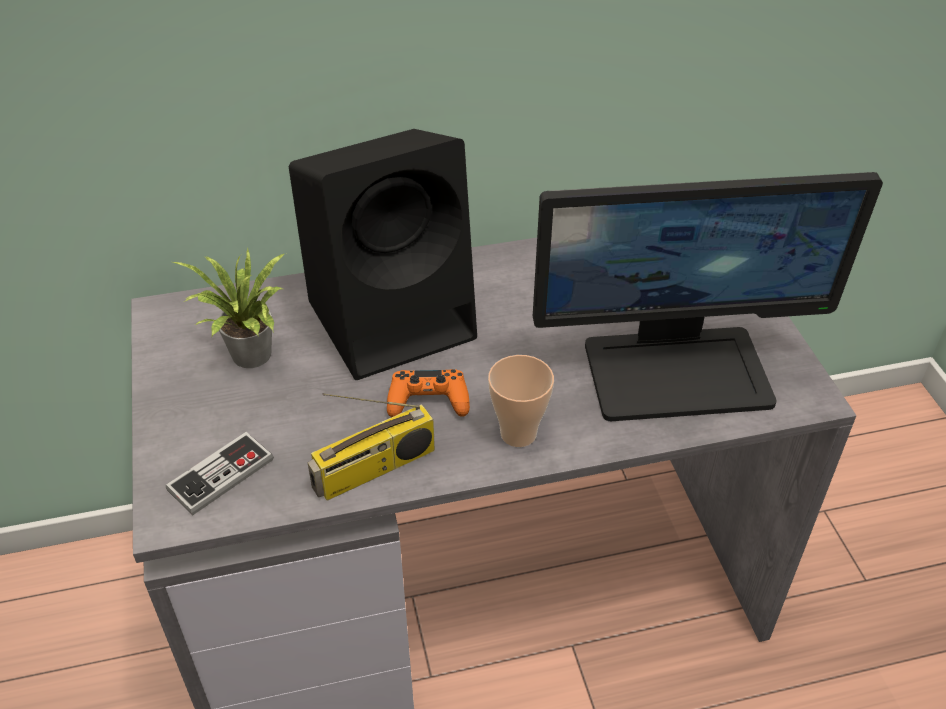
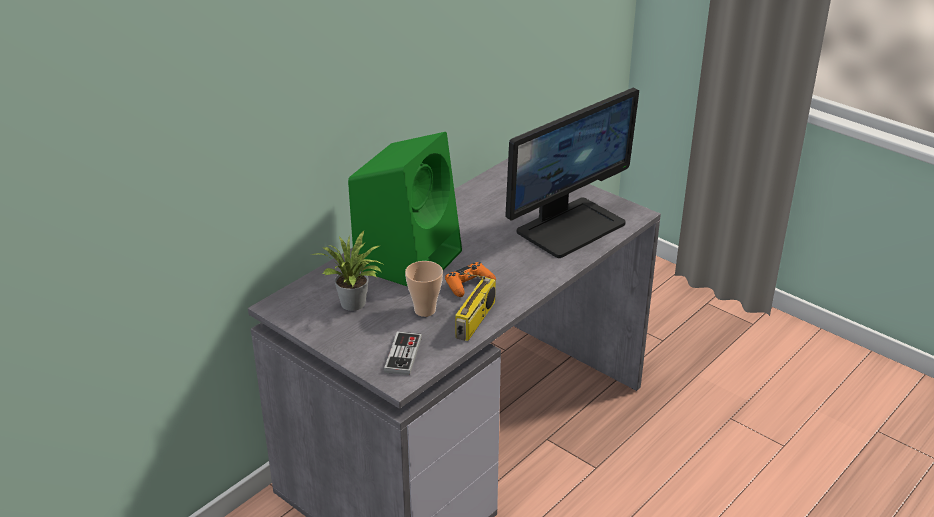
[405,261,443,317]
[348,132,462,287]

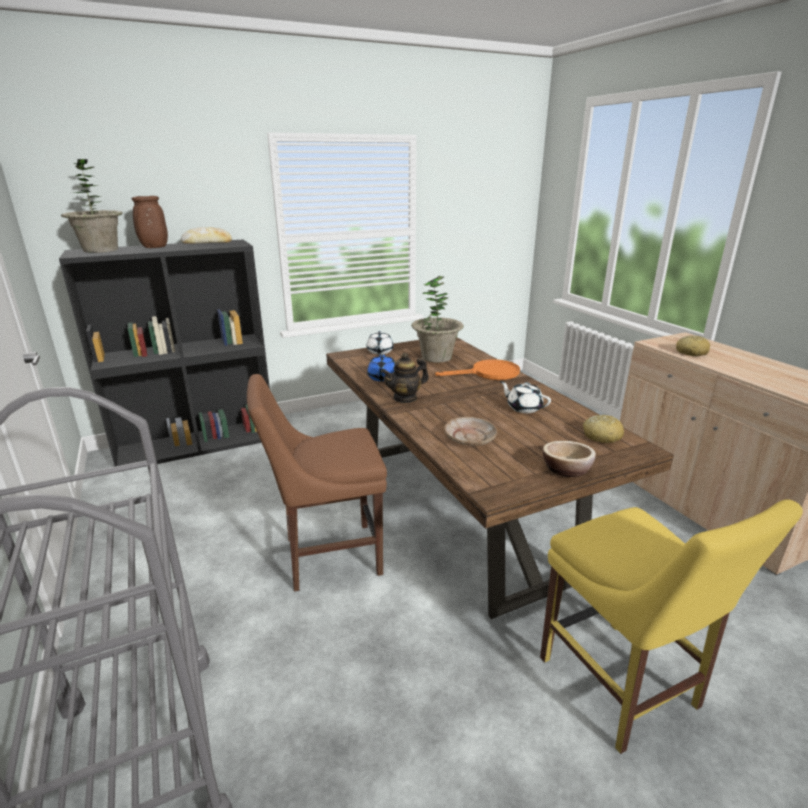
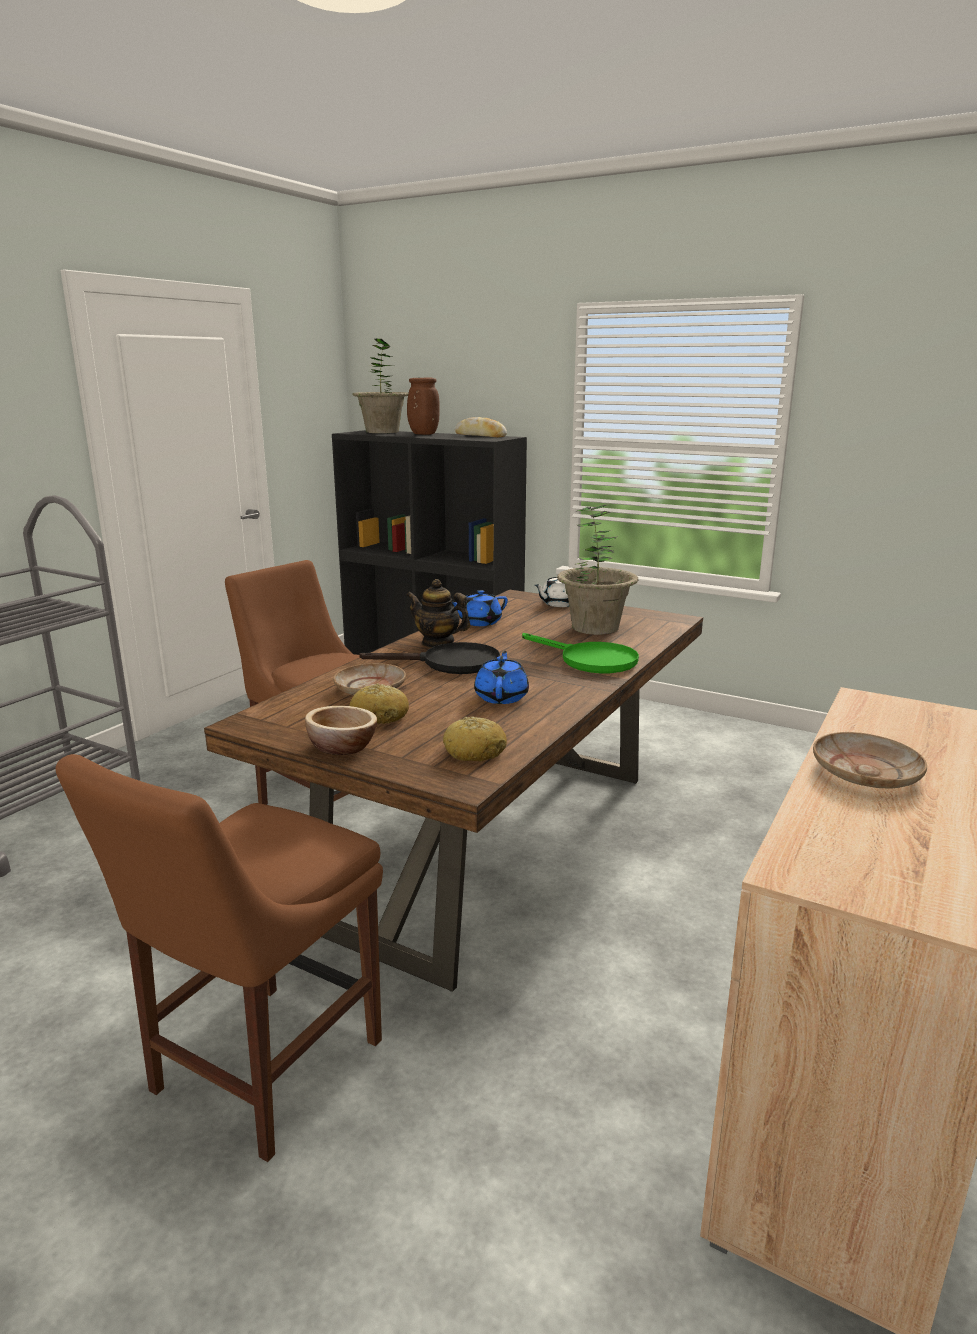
[359,642,500,674]
[813,732,927,789]
[350,683,409,724]
[522,633,639,674]
[474,651,529,704]
[55,754,383,1162]

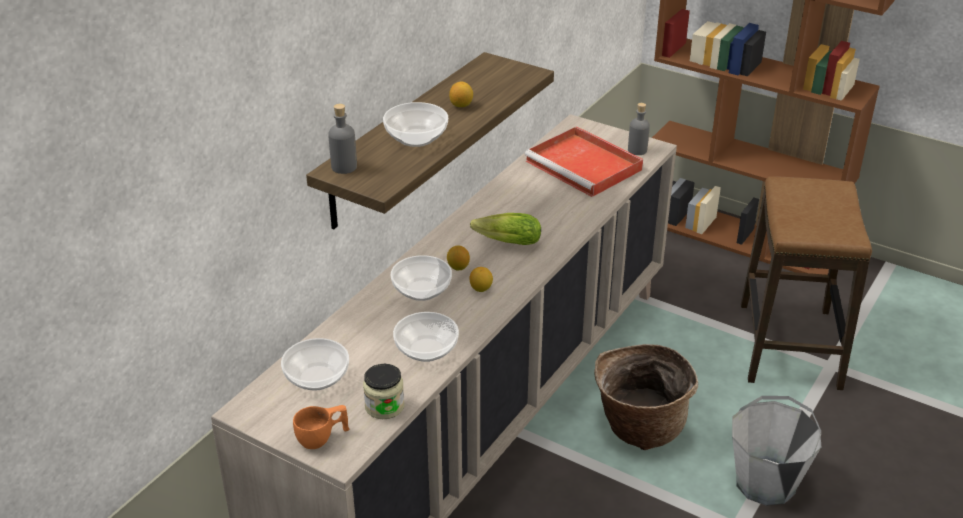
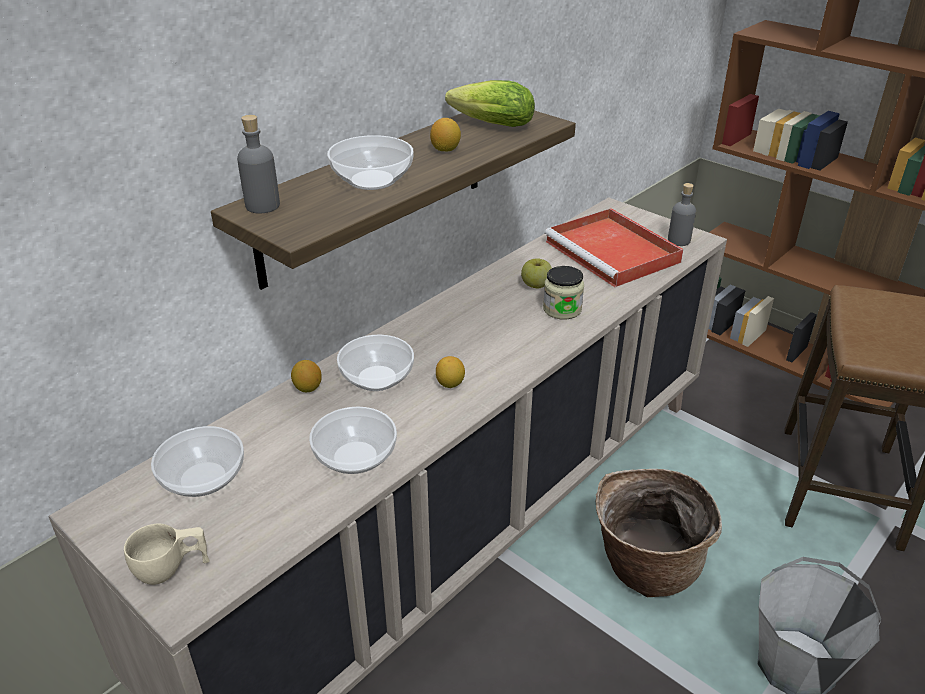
[521,258,552,288]
[543,266,584,320]
[291,360,322,392]
[445,80,535,127]
[124,523,210,585]

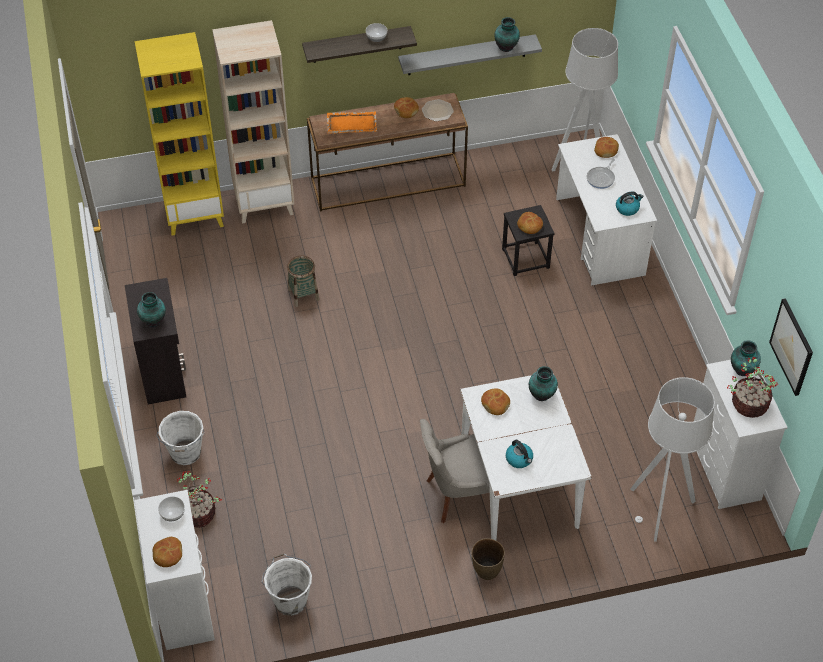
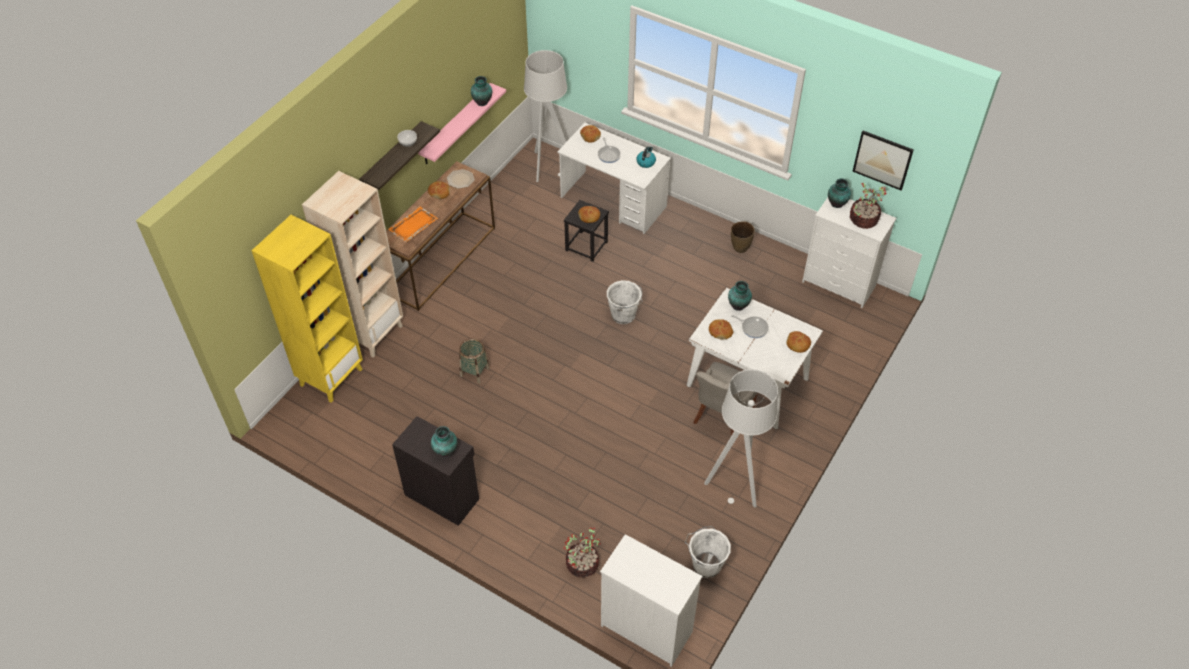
[158,496,185,521] (first image)
[506,440,533,468] (first image)
[731,315,769,338]
[786,331,811,353]
[607,280,643,324]
[731,221,755,253]
[704,369,778,507]
[418,83,506,165]

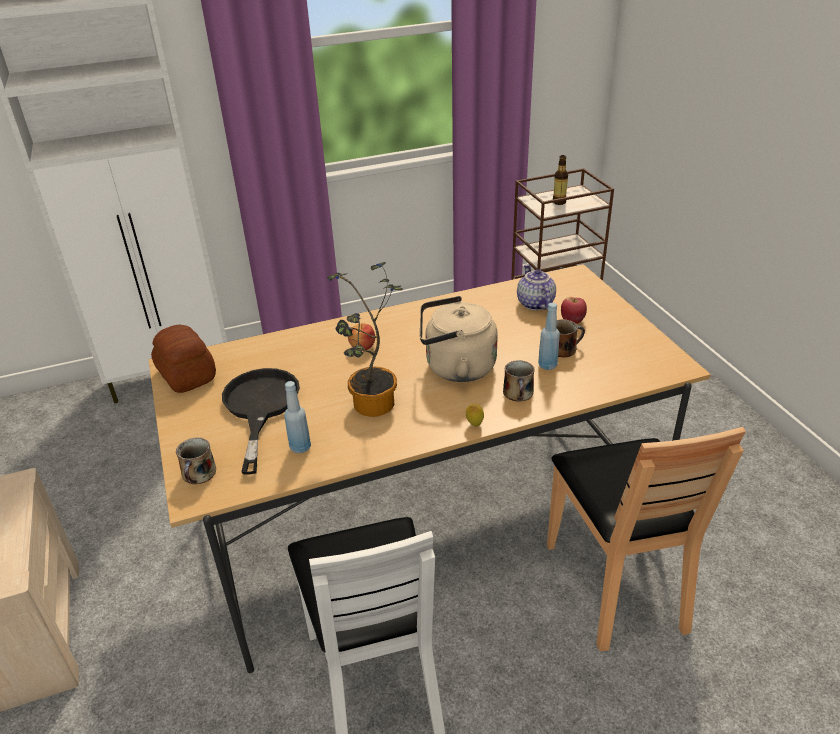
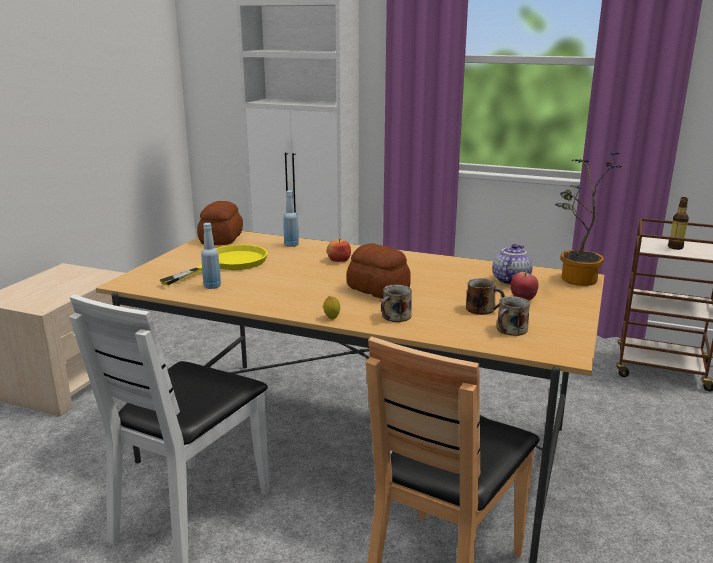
[497,296,530,336]
[555,152,622,286]
[283,190,299,247]
[347,243,411,299]
[160,245,268,286]

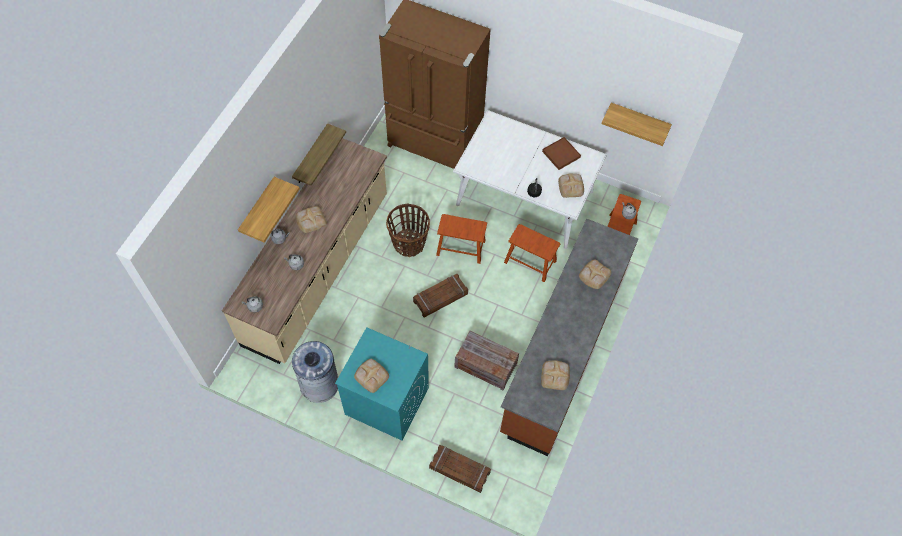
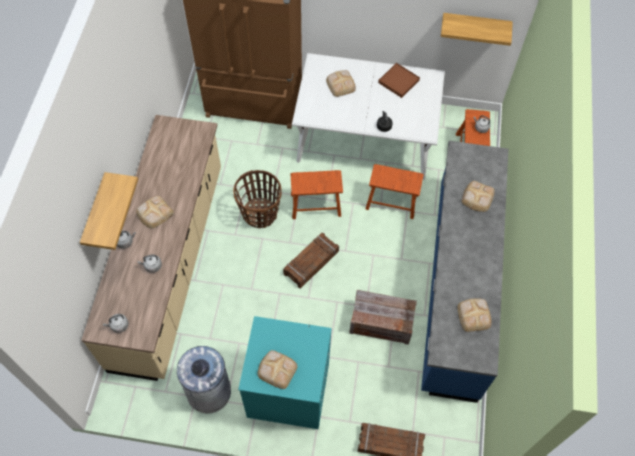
[292,123,346,186] (first image)
[326,70,356,97]
[421,141,508,403]

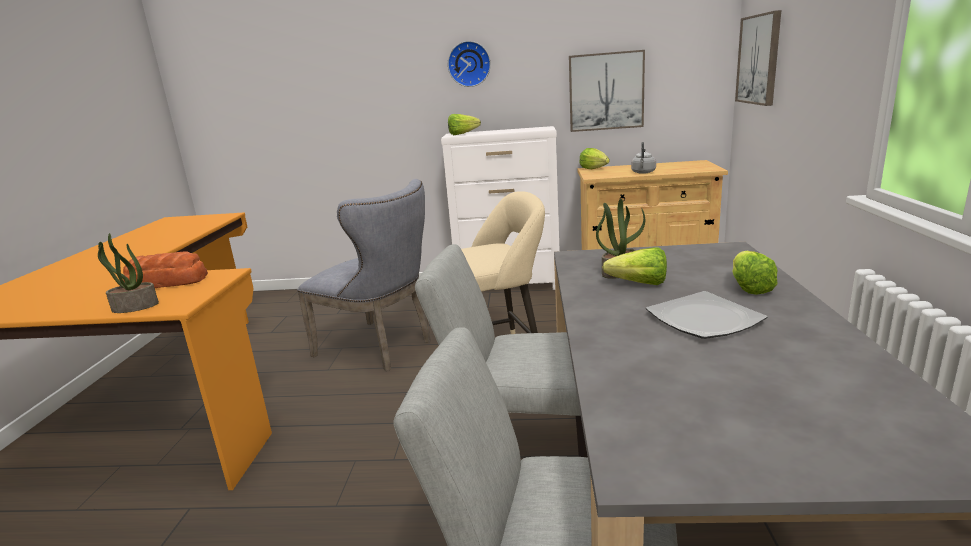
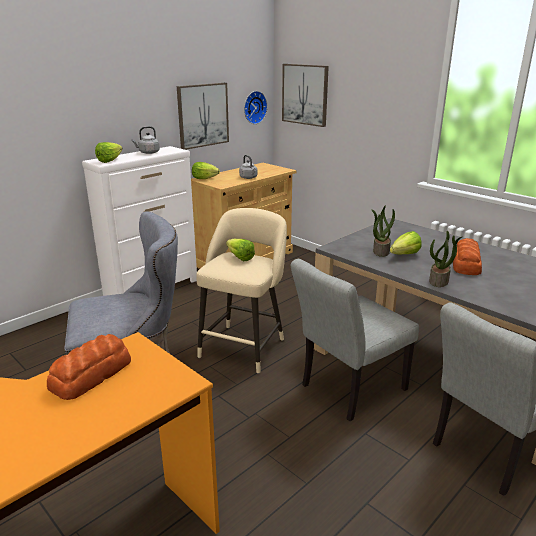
[131,126,160,154]
[429,231,463,287]
[244,91,267,124]
[226,239,255,261]
[453,238,482,275]

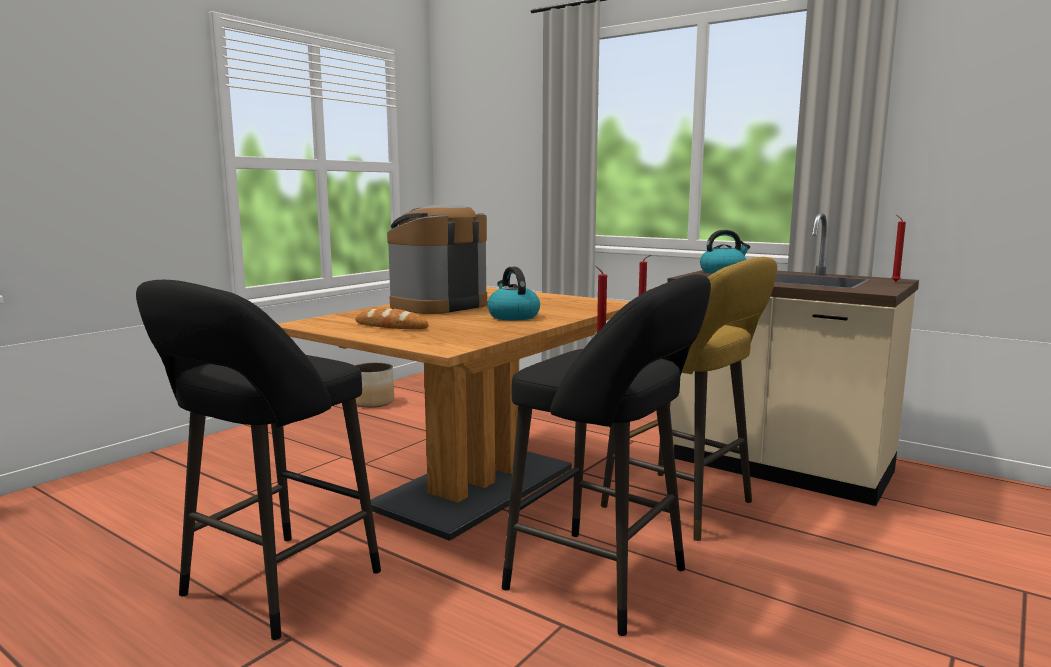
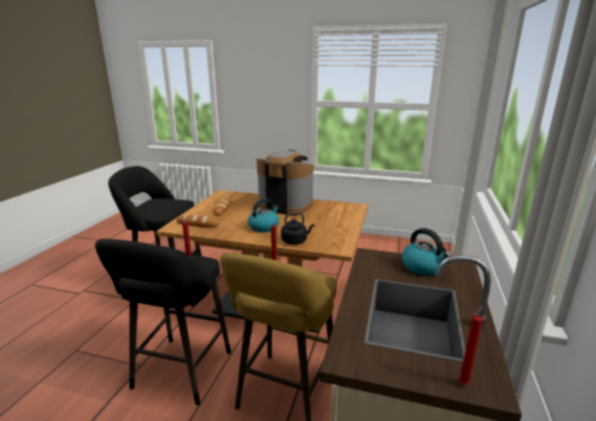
[355,362,394,408] (first image)
[176,215,219,227]
[281,212,314,245]

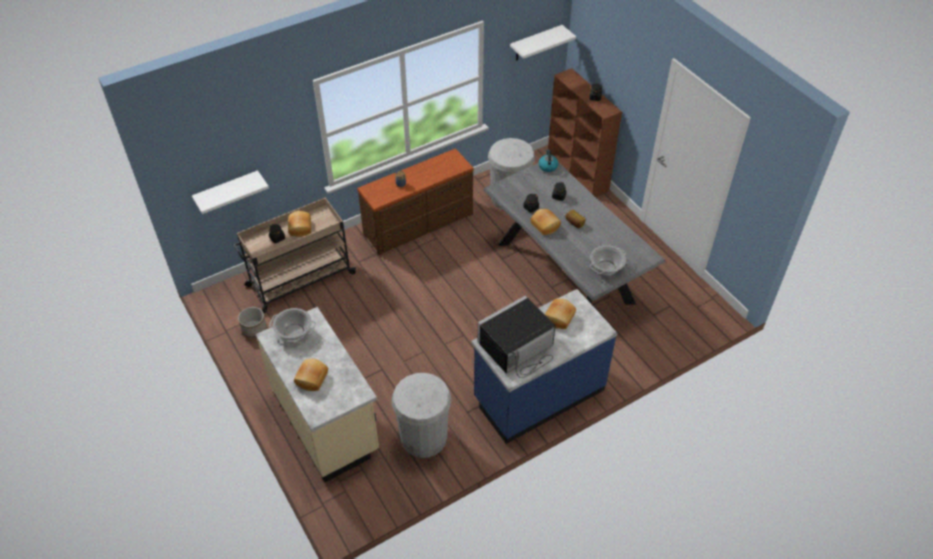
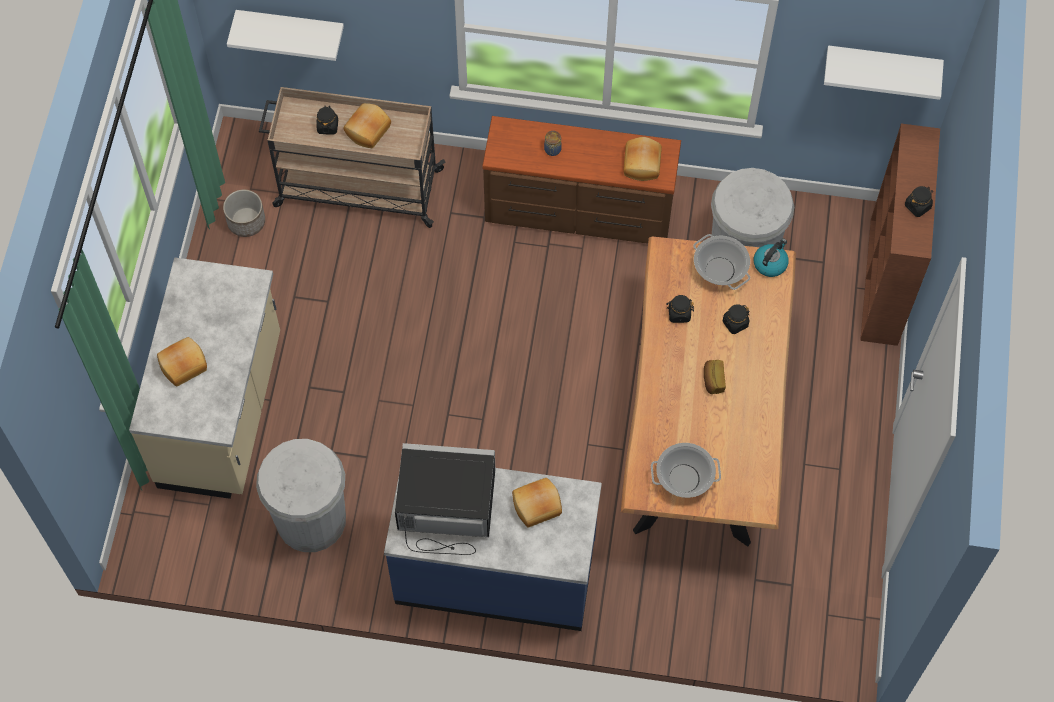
[693,234,750,290]
[623,137,662,181]
[621,236,796,547]

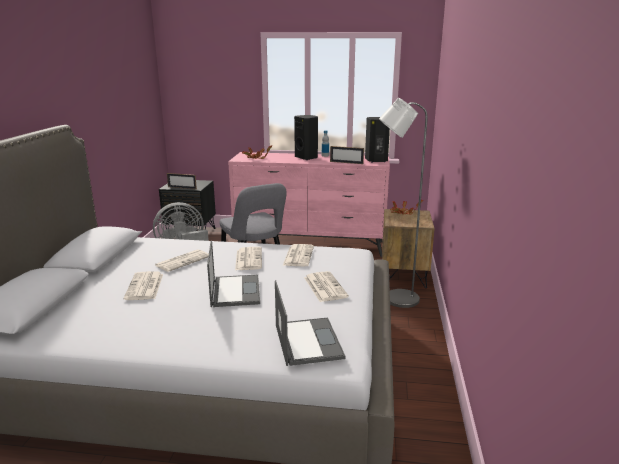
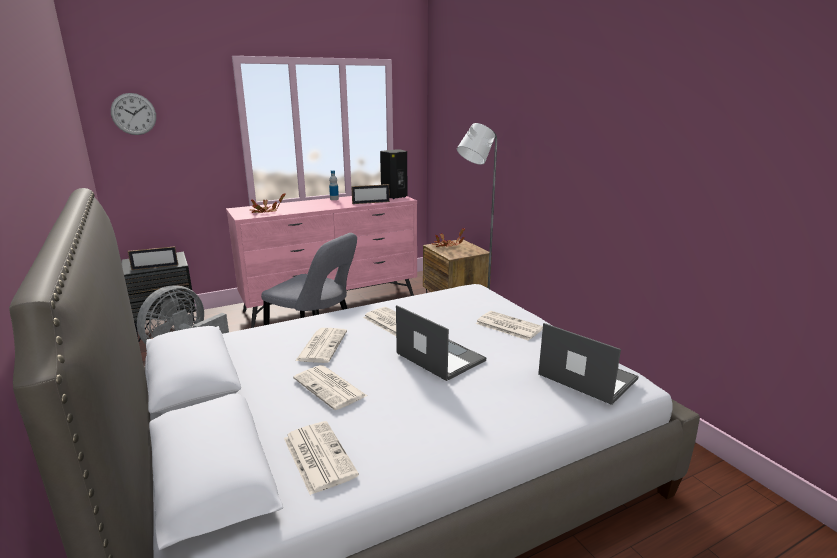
[294,115,318,160] (first image)
[111,93,156,135]
[284,421,359,495]

